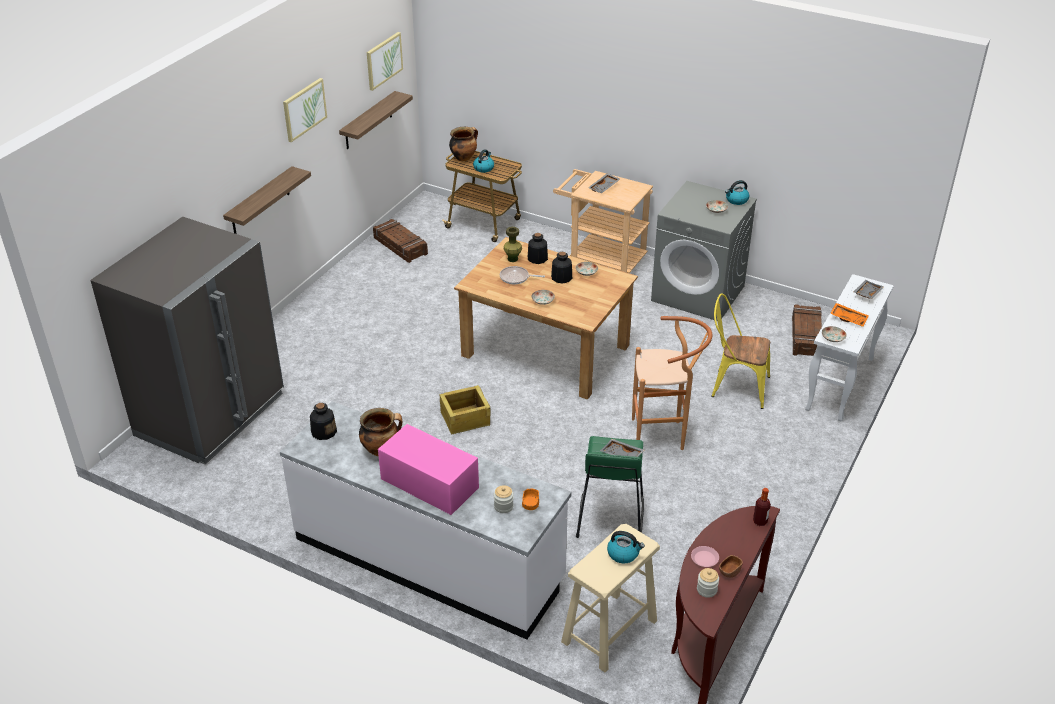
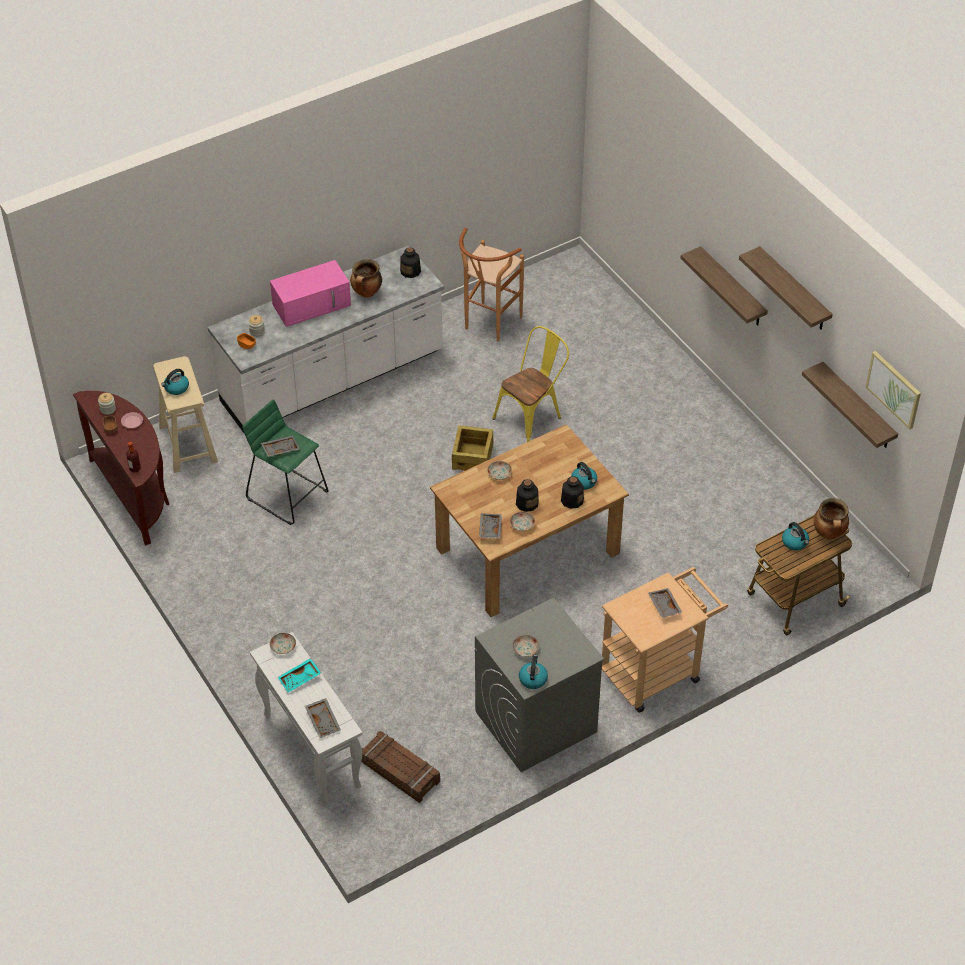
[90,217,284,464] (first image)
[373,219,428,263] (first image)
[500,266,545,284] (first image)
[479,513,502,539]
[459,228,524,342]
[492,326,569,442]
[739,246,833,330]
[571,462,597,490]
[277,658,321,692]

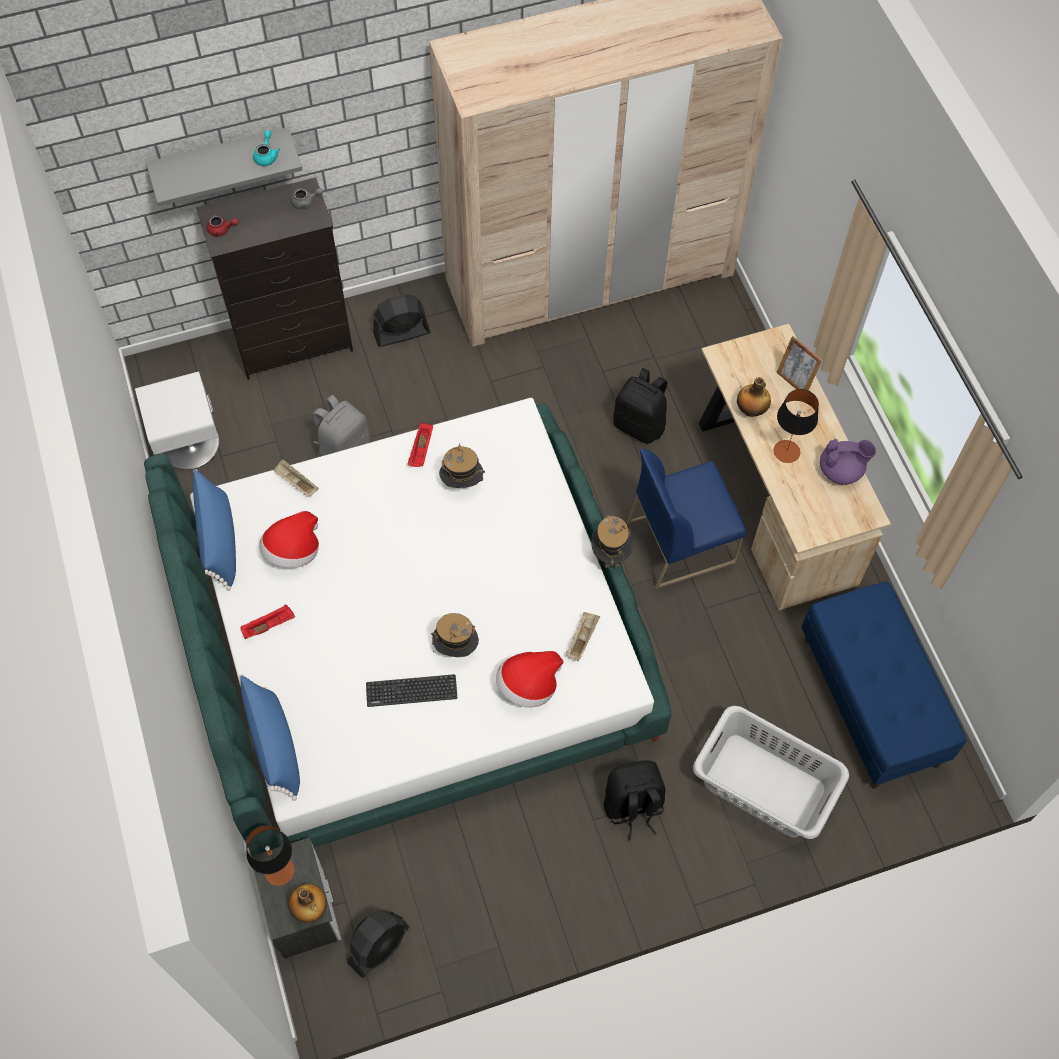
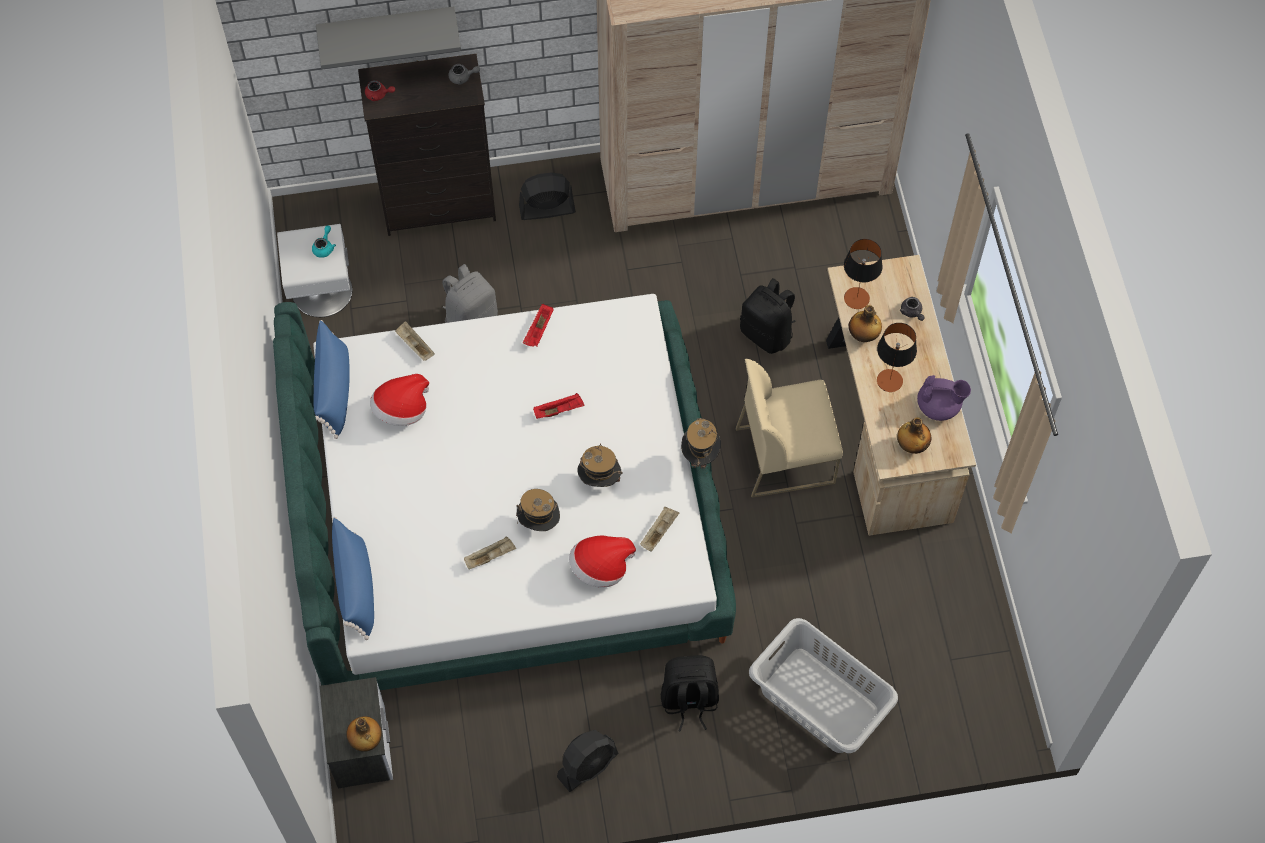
[801,581,966,789] (first image)
[897,417,931,454]
[533,393,585,419]
[844,239,883,309]
[312,226,336,258]
[557,730,619,792]
[577,443,623,487]
[464,536,516,570]
[900,297,925,321]
[736,359,843,498]

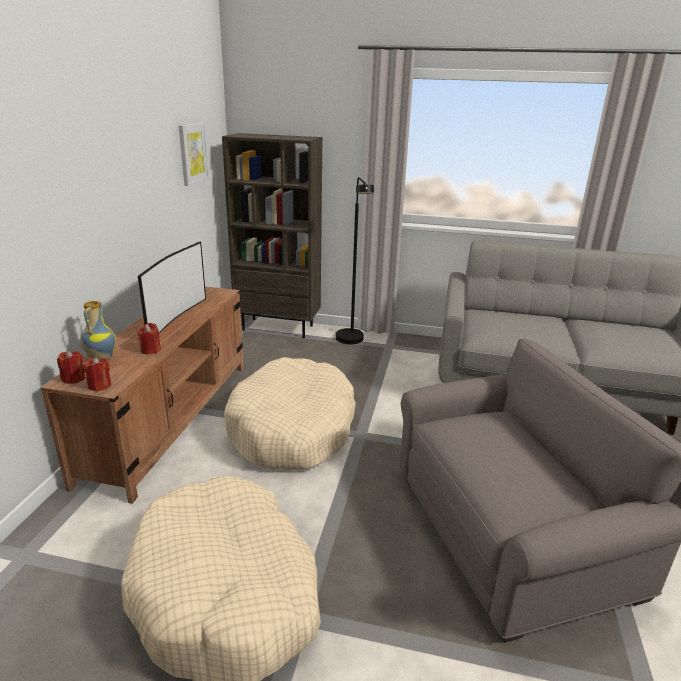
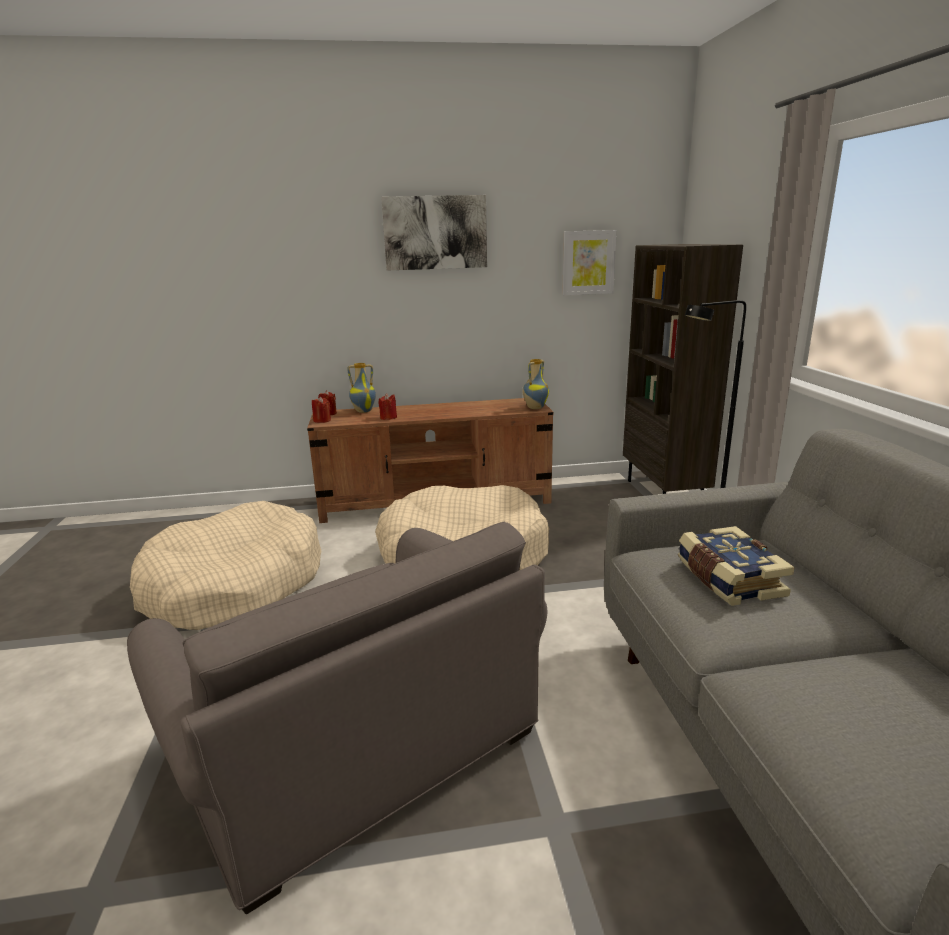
[138,242,206,333] (first image)
[381,195,487,271]
[523,359,549,409]
[678,526,795,606]

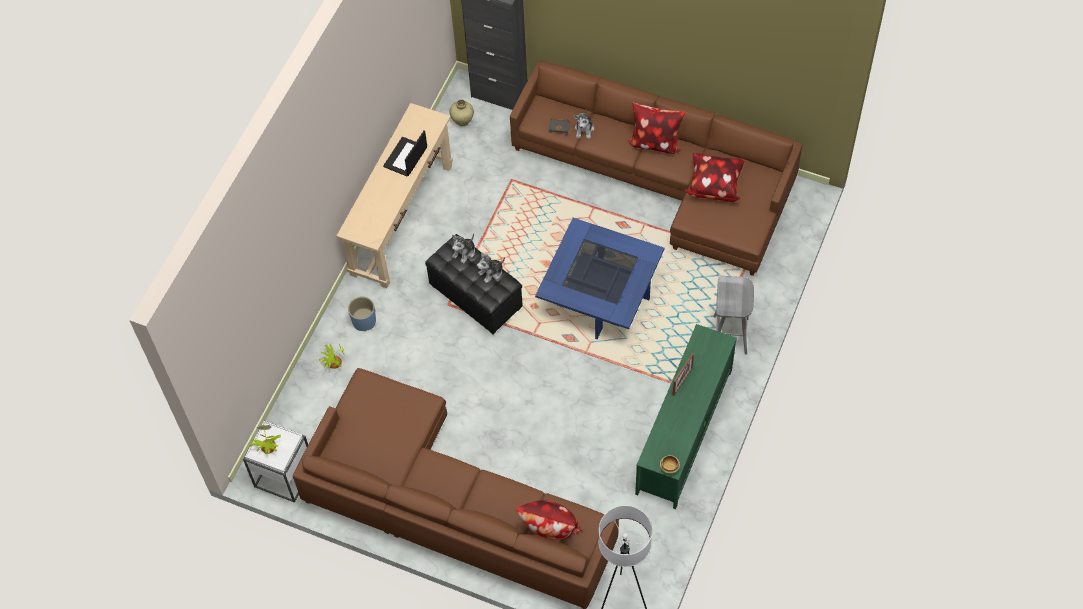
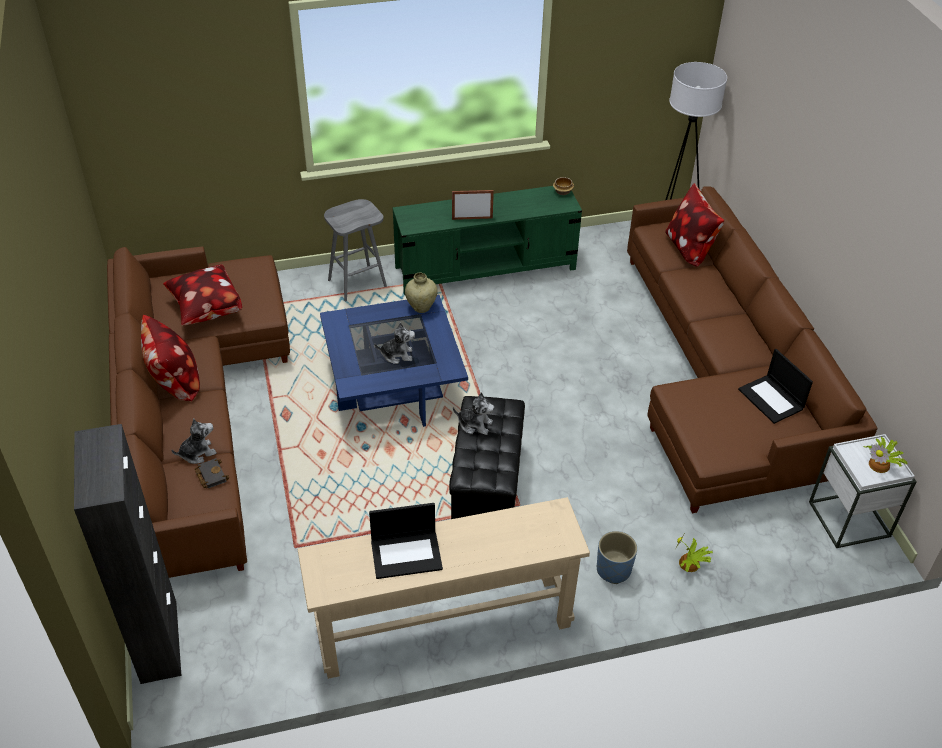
[738,349,813,424]
[405,272,438,313]
[374,322,415,364]

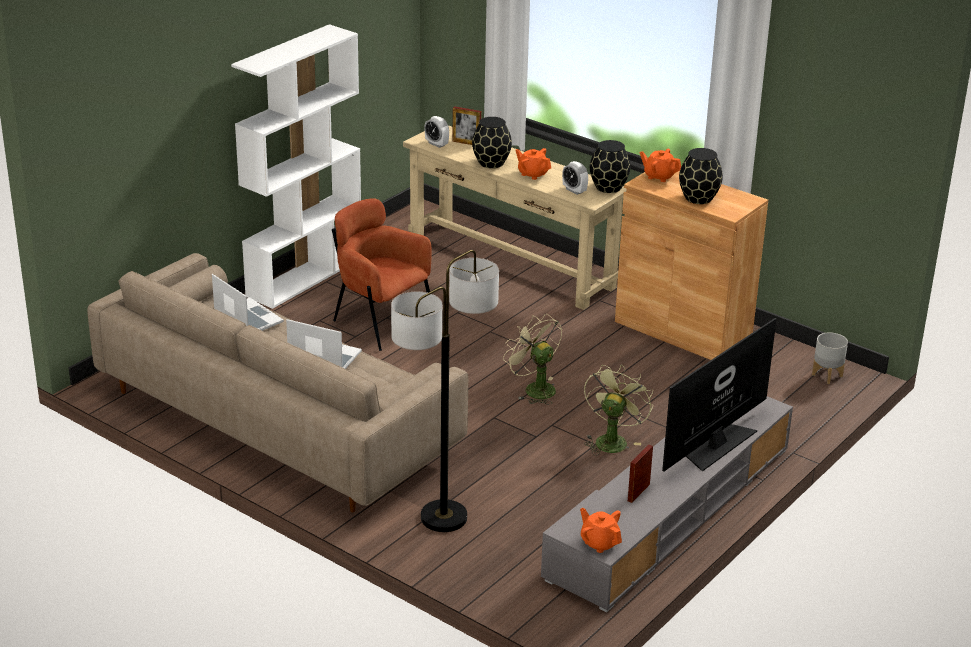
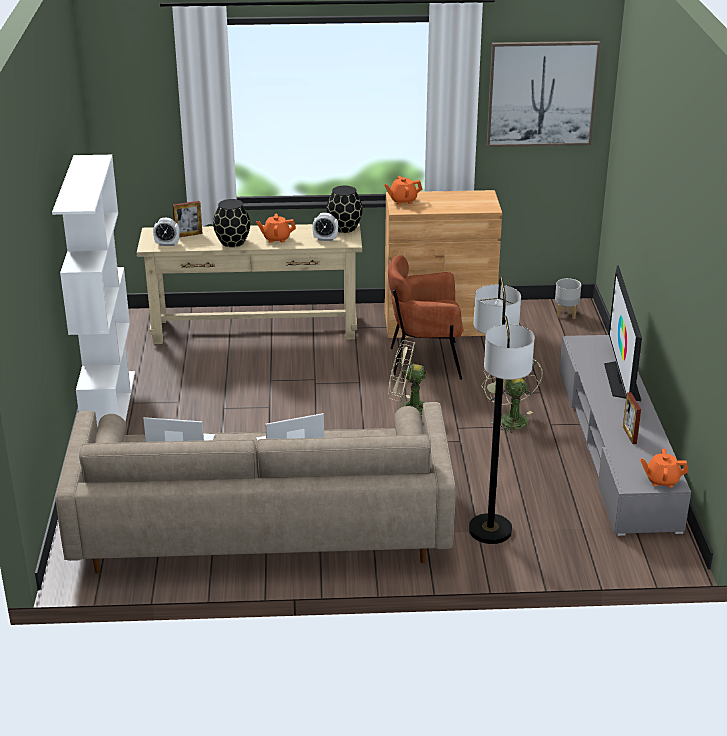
[679,148,723,204] (first image)
[487,41,601,147]
[388,255,463,380]

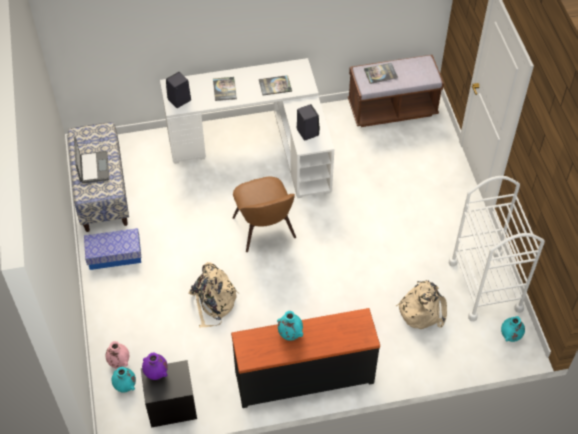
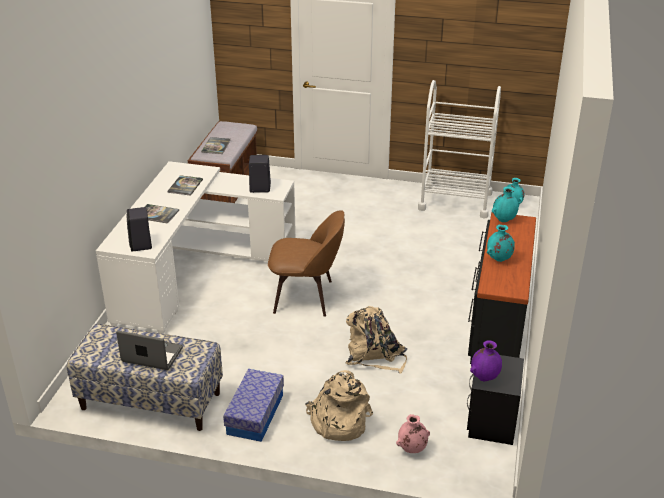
[492,187,519,222]
[305,370,373,441]

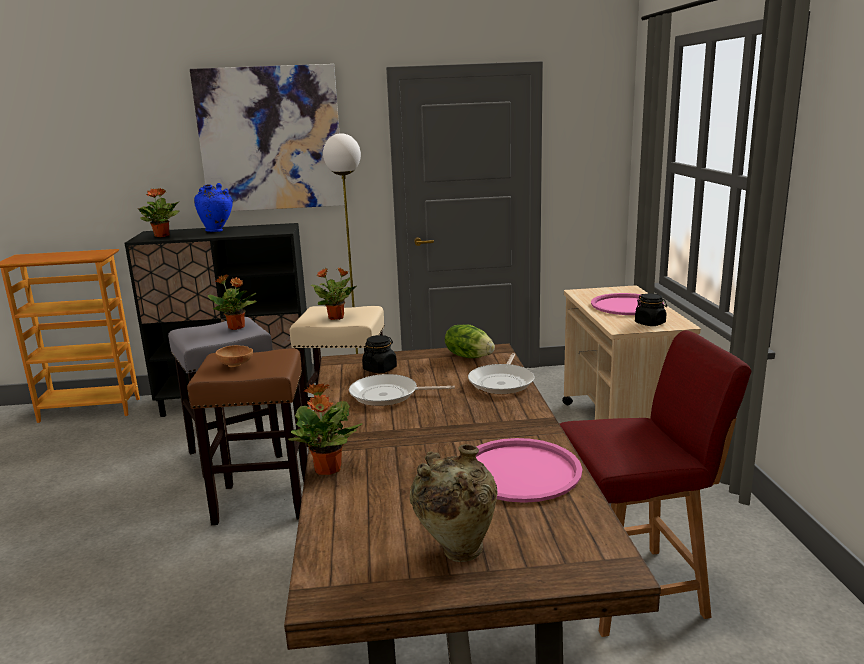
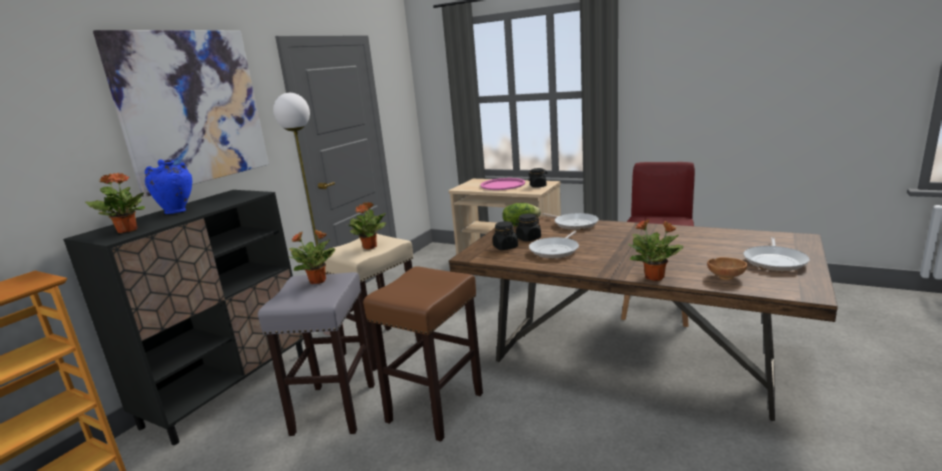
[476,438,582,503] (first image)
[515,214,541,241]
[707,257,747,280]
[743,237,809,271]

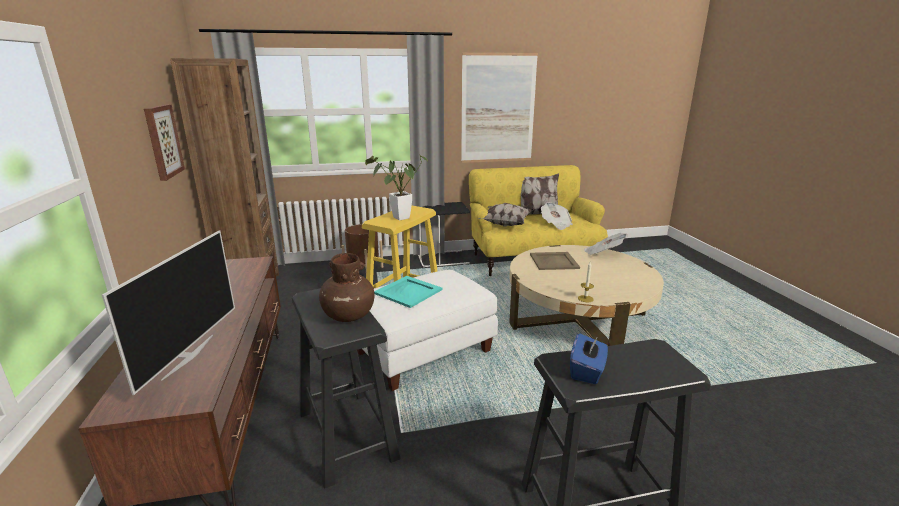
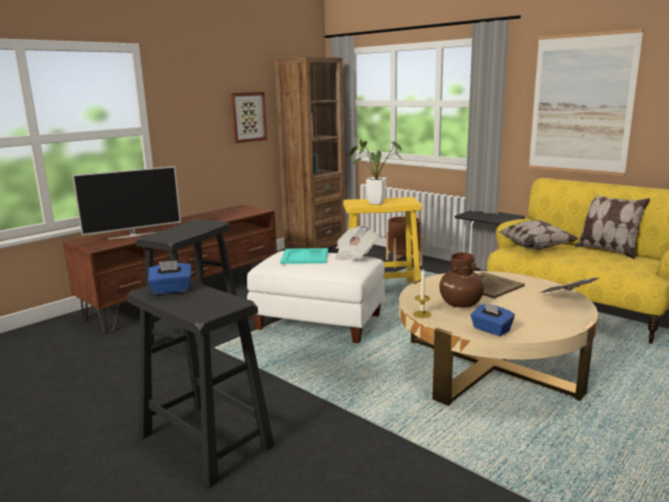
[470,302,515,336]
[439,253,484,308]
[335,225,378,260]

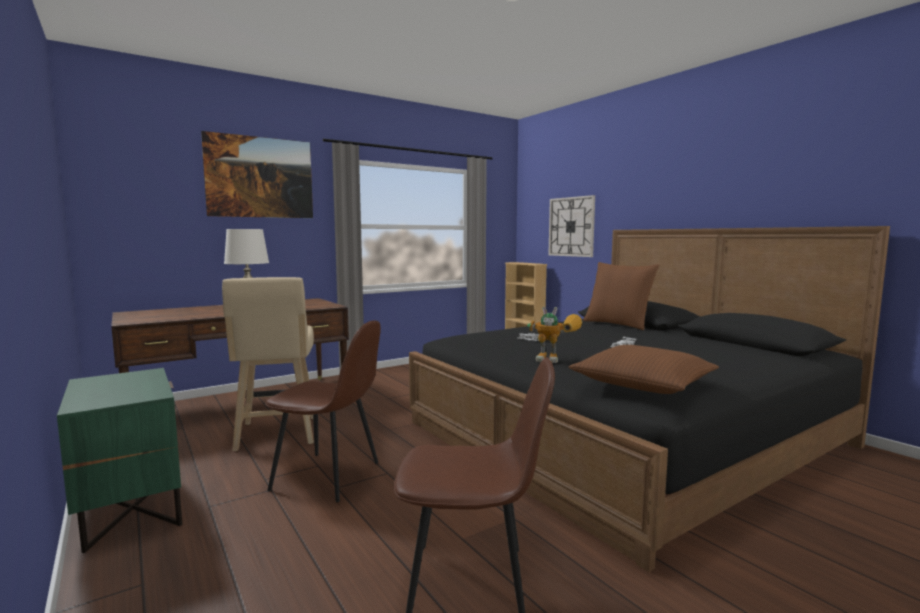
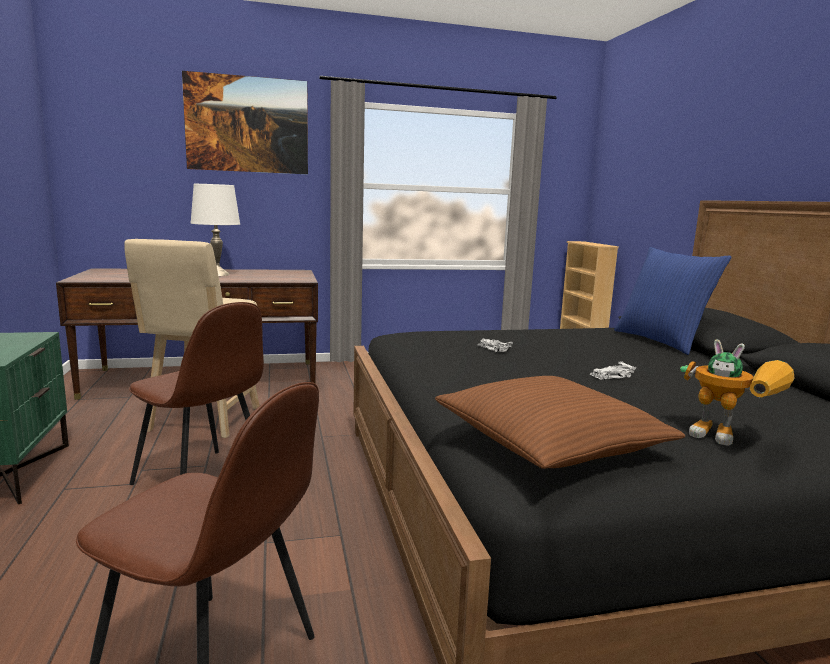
[548,195,595,257] (first image)
[680,339,795,446]
[614,247,732,355]

